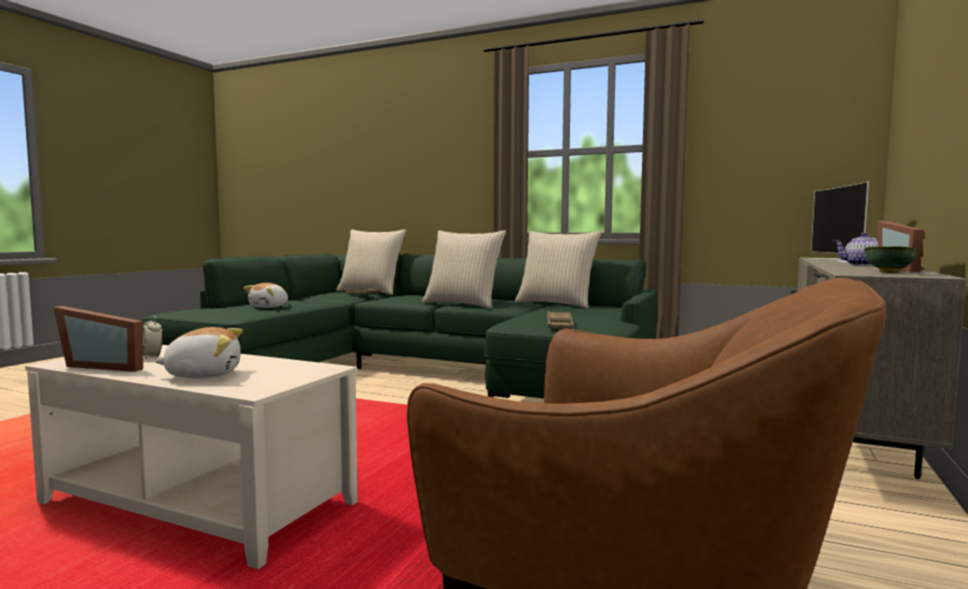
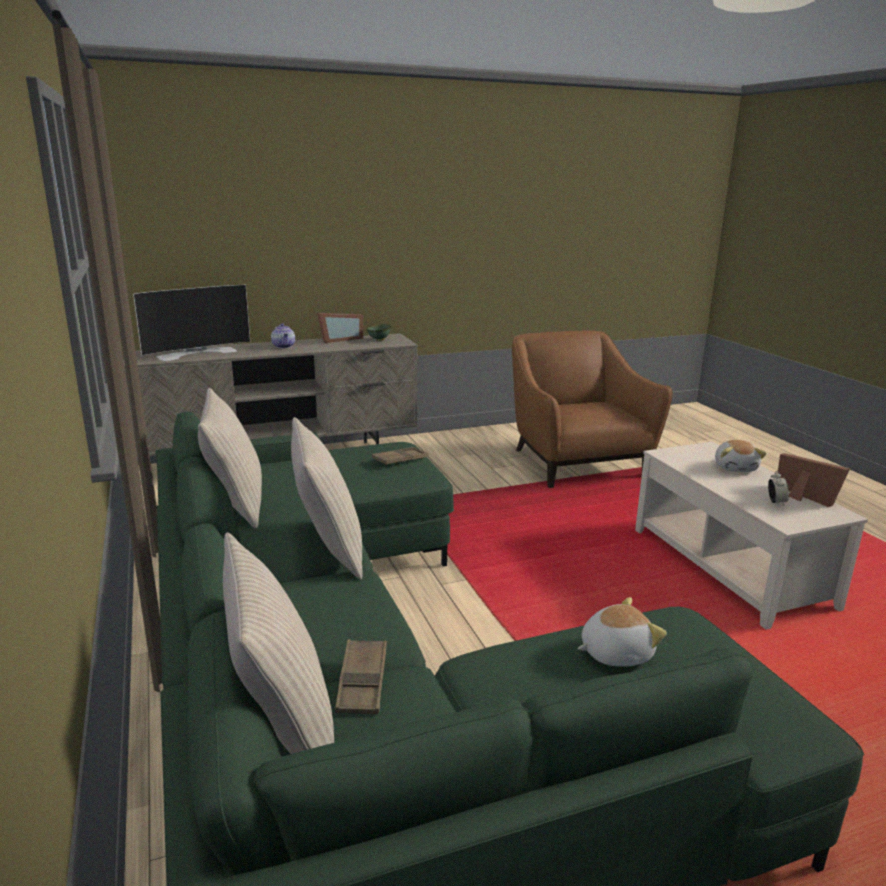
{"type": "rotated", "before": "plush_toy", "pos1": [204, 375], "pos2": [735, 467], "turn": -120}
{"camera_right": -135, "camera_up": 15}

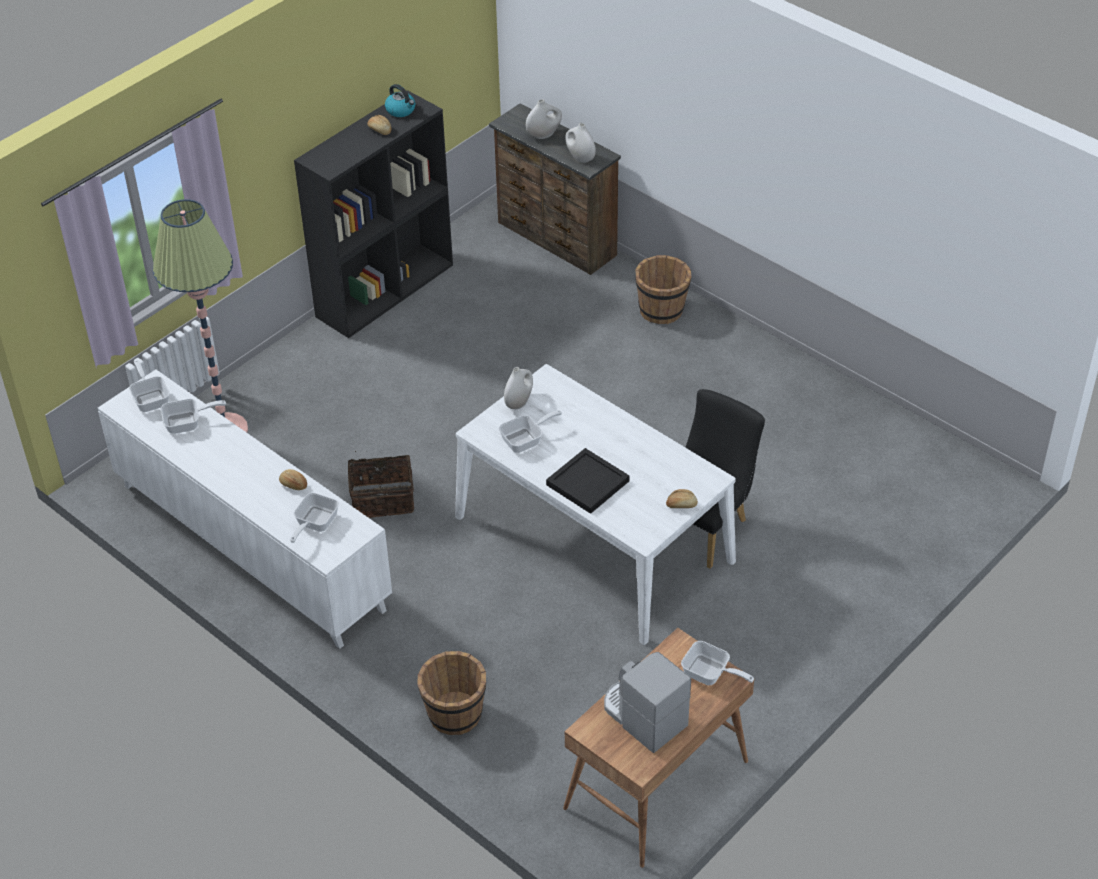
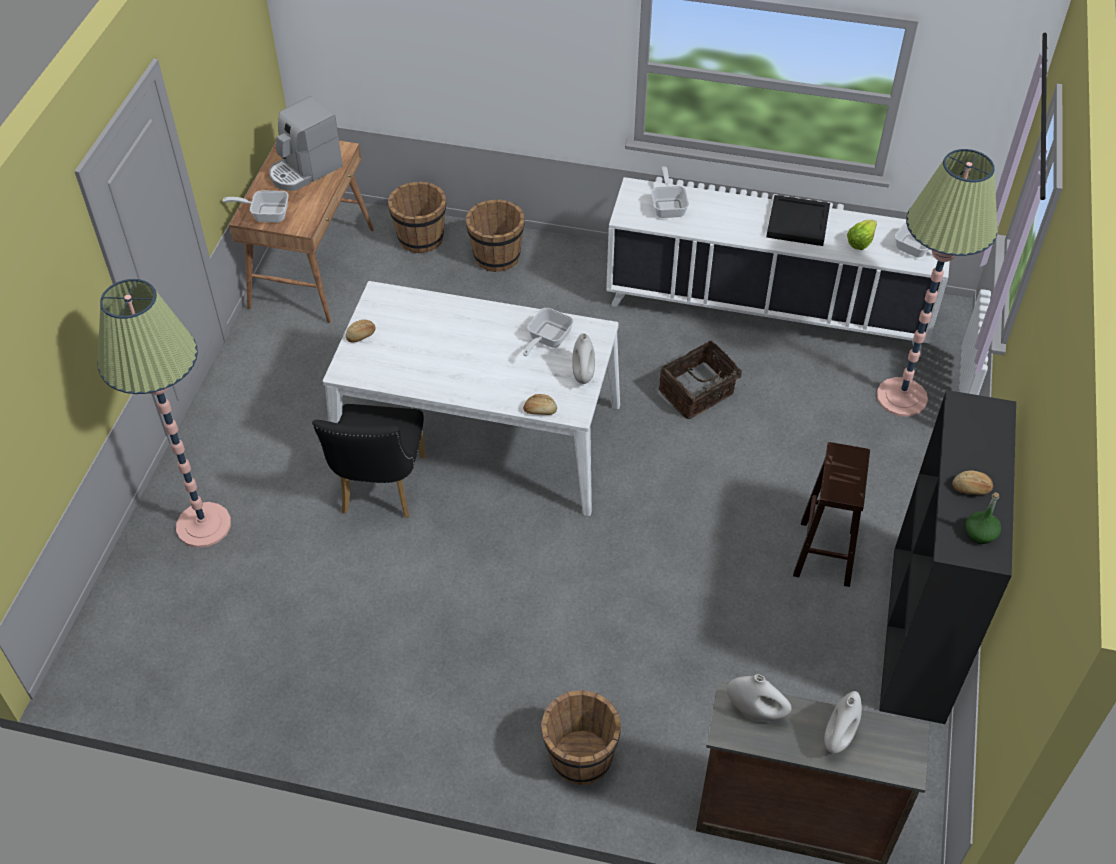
{"type": "new", "after": "floor_lamp", "pos2": [203, 525]}
{"type": "new", "after": "brown_bucket", "pos2": [420, 238]}
{"type": "new", "after": "brown_stool", "pos2": [824, 552]}
{"type": "shifted", "before": "bread", "pos1": [293, 485], "pos2": [540, 410]}
{"type": "shifted", "before": "black_tray", "pos1": [587, 483], "pos2": [797, 222]}
{"type": "swapped", "before": "frying_pan", "after": "lettuce", "pos1": [188, 423], "pos2": [860, 242]}
{"type": "swapped", "before": "kettle", "after": "green_bottle", "pos1": [401, 110], "pos2": [980, 534]}
{"type": "rotated", "before": "coffee_machine", "pos1": [643, 716], "pos2": [305, 170], "turn": 120}
{"camera_right": 150, "camera_up": 5}

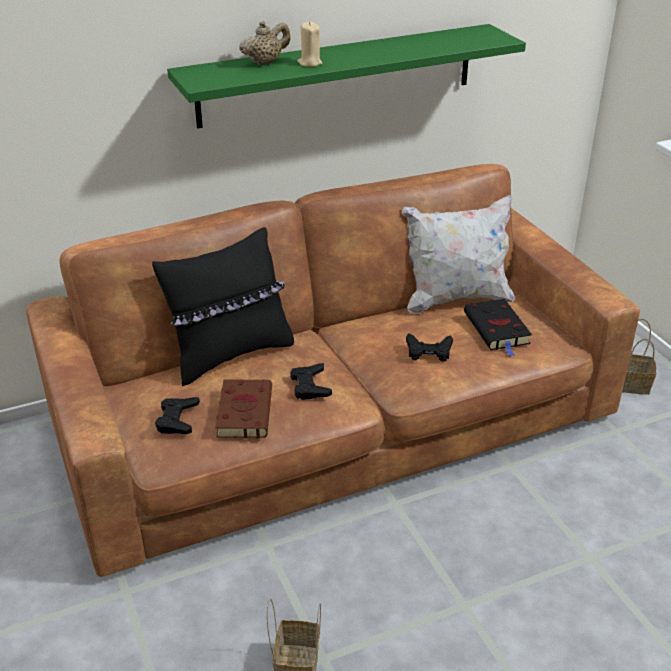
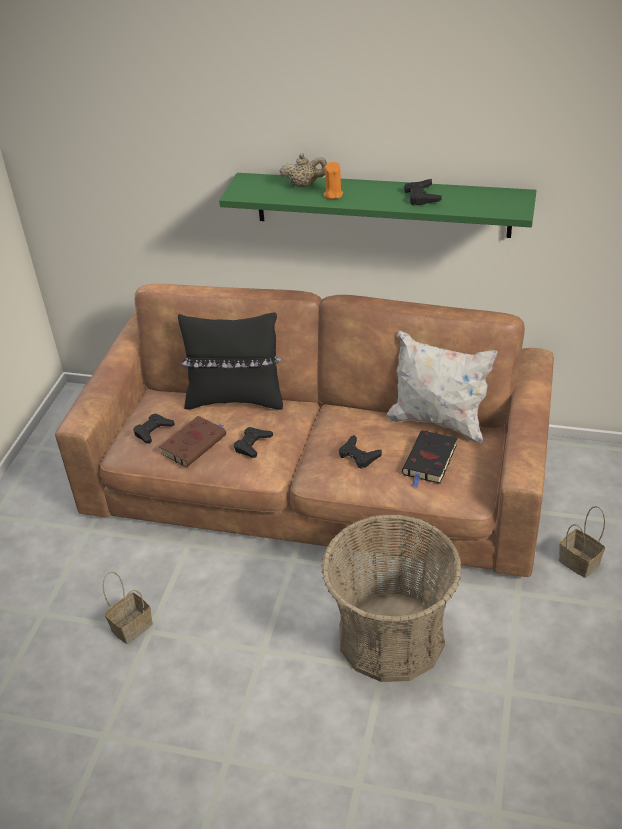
{"type": "new", "after": "basket", "pos2": [391, 637]}
{"type": "new", "after": "black_game_controller", "pos2": [421, 196]}
{"type": "repainted", "before": "beige_candle", "after": "orange_candle", "pos1": [310, 63], "pos2": [333, 194]}
{"camera_right": 40, "camera_up": 5}

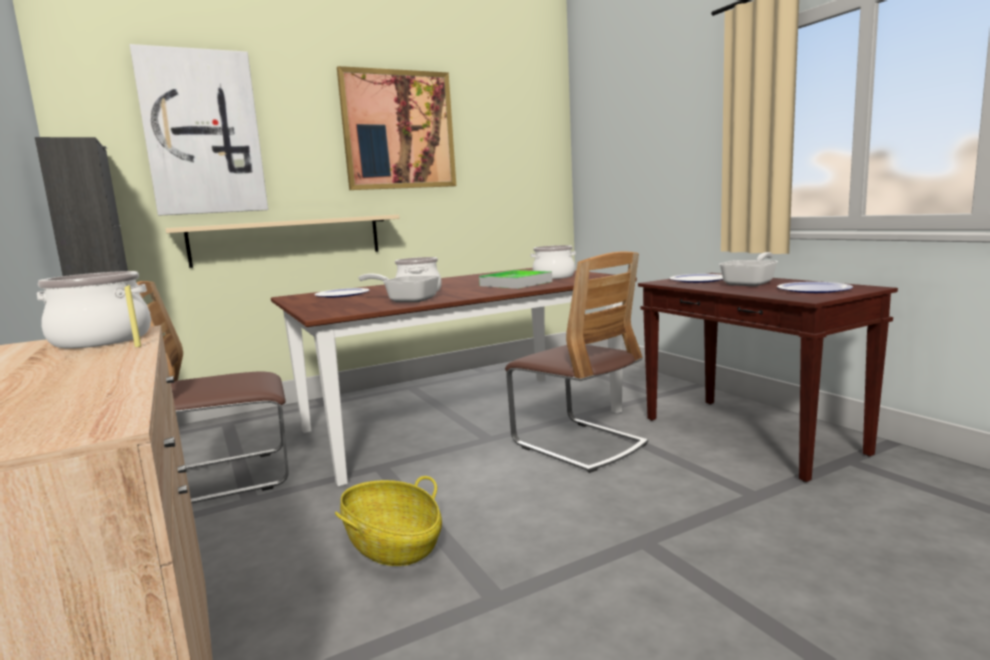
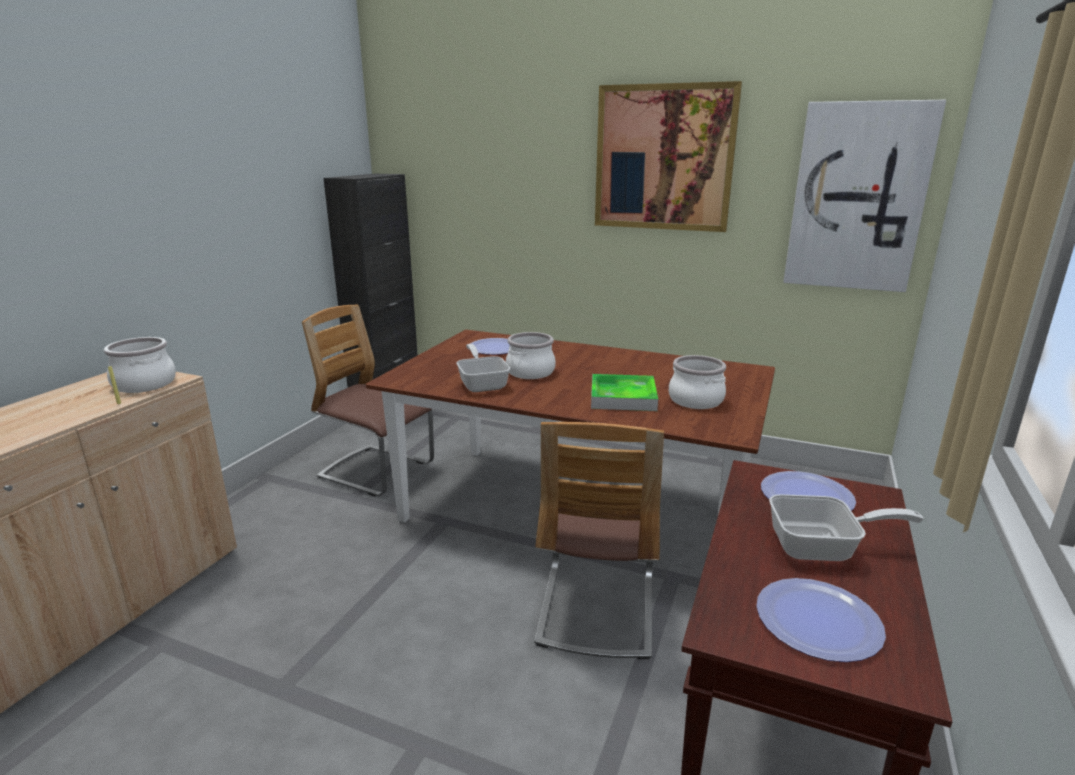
{"type": "gone", "before": "beige_shelf", "pos1": [287, 240]}
{"type": "gone", "before": "basket", "pos1": [393, 545]}
{"type": "shifted", "before": "picture", "pos1": [203, 133], "pos2": [857, 198]}
{"camera_right": 50, "camera_up": 10}

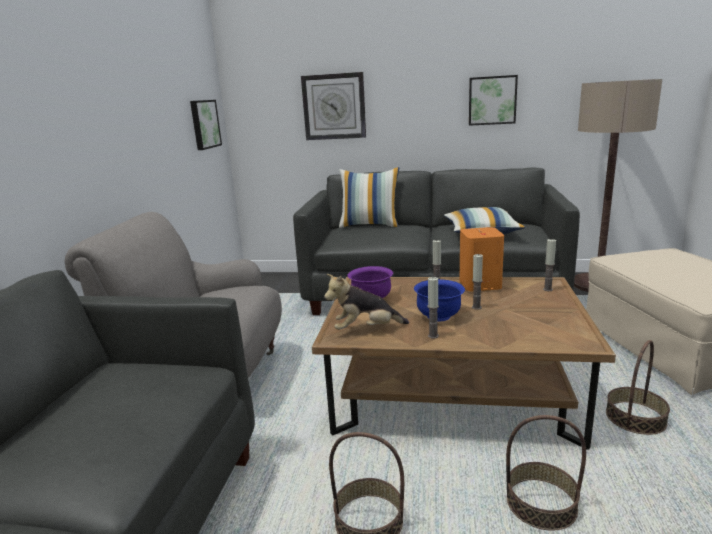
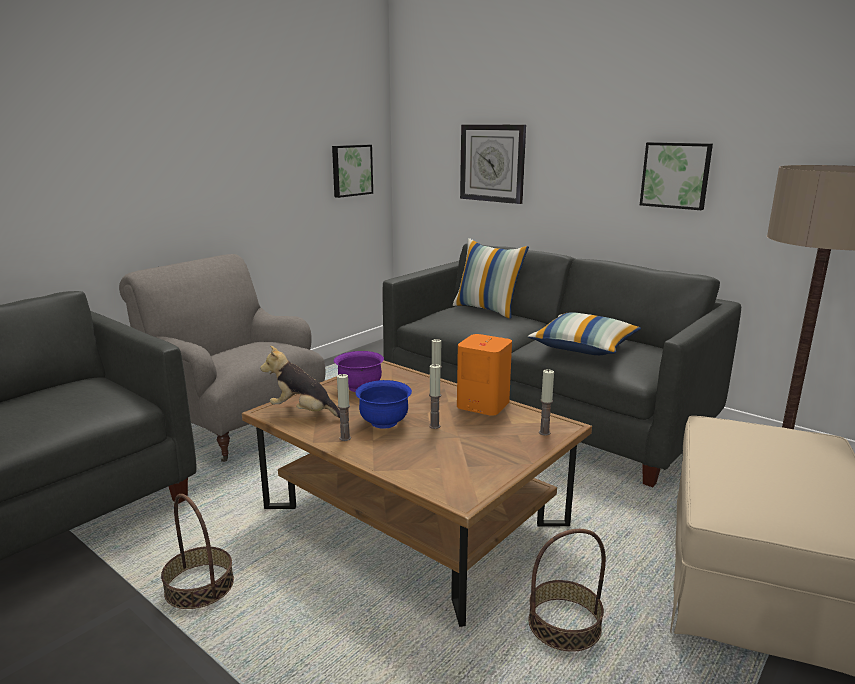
{"type": "gone", "before": "basket", "pos1": [541, 504]}
{"camera_right": 30, "camera_up": 0}

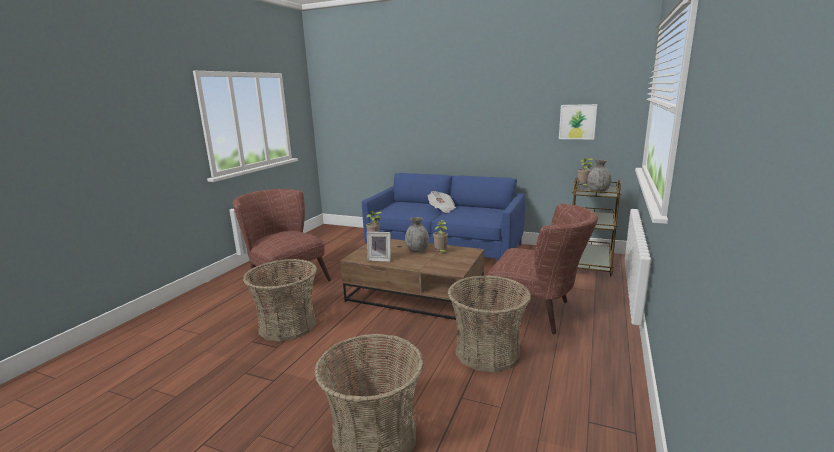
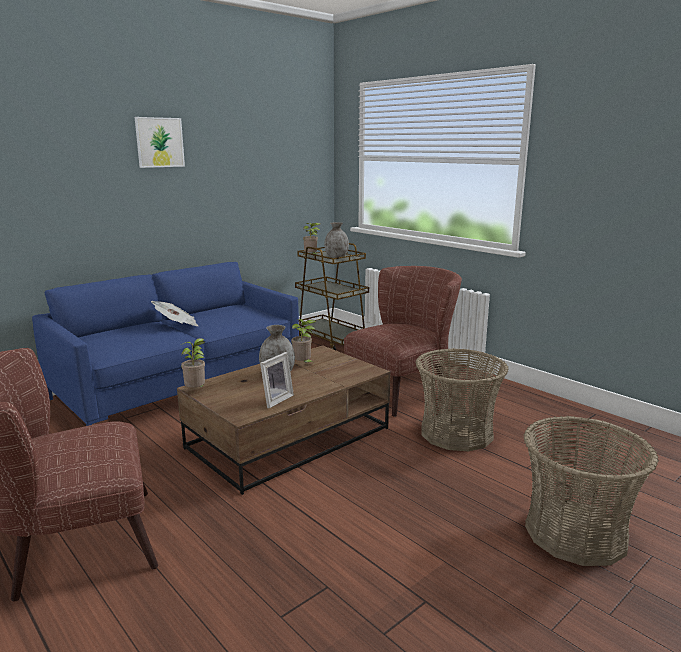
{"type": "gone", "before": "basket", "pos1": [288, 325]}
{"type": "shifted", "before": "picture", "pos1": [577, 122], "pos2": [159, 142]}
{"camera_right": -65, "camera_up": 0}

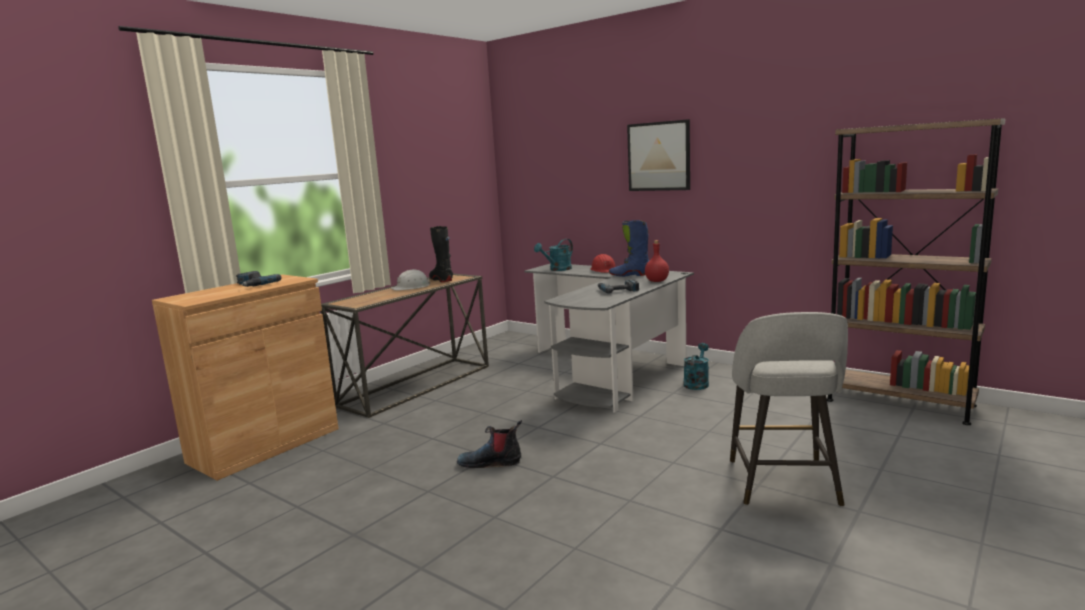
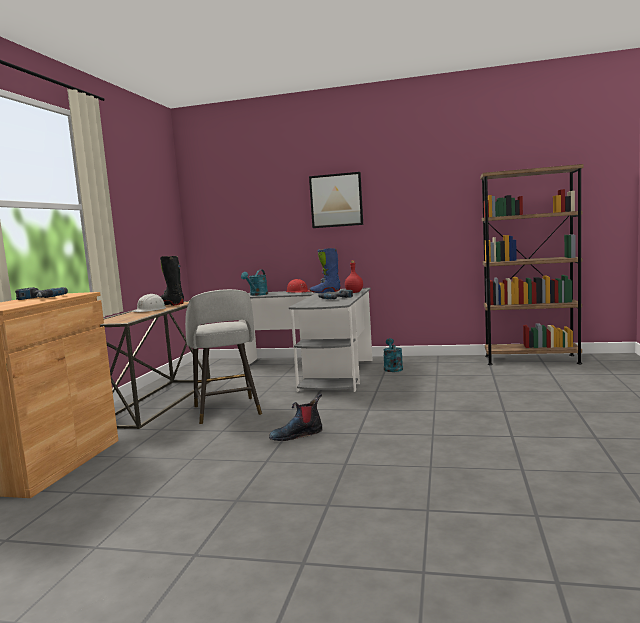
{"type": "shifted", "before": "grey_stool", "pos1": [783, 484], "pos2": [227, 411]}
{"camera_right": -25, "camera_up": -5}

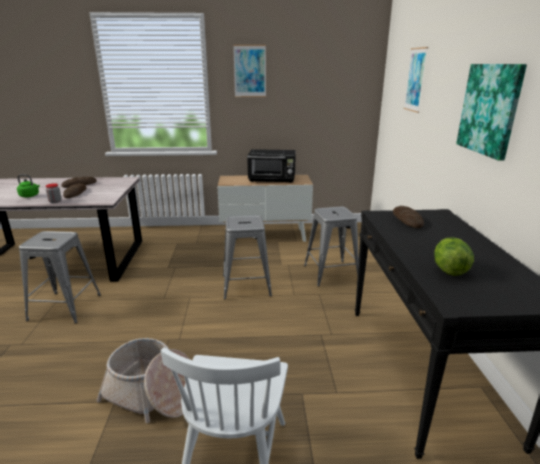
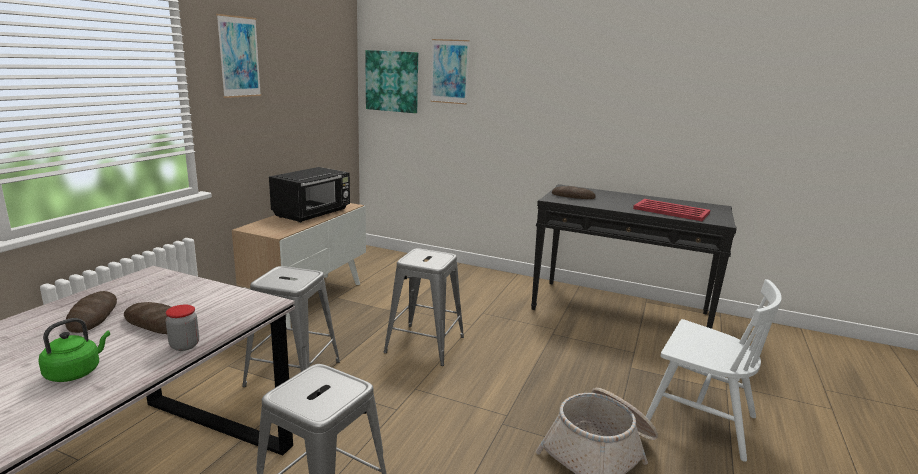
{"type": "shifted", "before": "grey_stool", "pos1": [330, 273], "pos2": [292, 373]}
{"type": "shifted", "before": "picture", "pos1": [490, 109], "pos2": [392, 81]}
{"type": "swapped", "before": "lettuce", "after": "red_tray", "pos1": [449, 270], "pos2": [672, 211]}
{"camera_right": -65, "camera_up": -5}

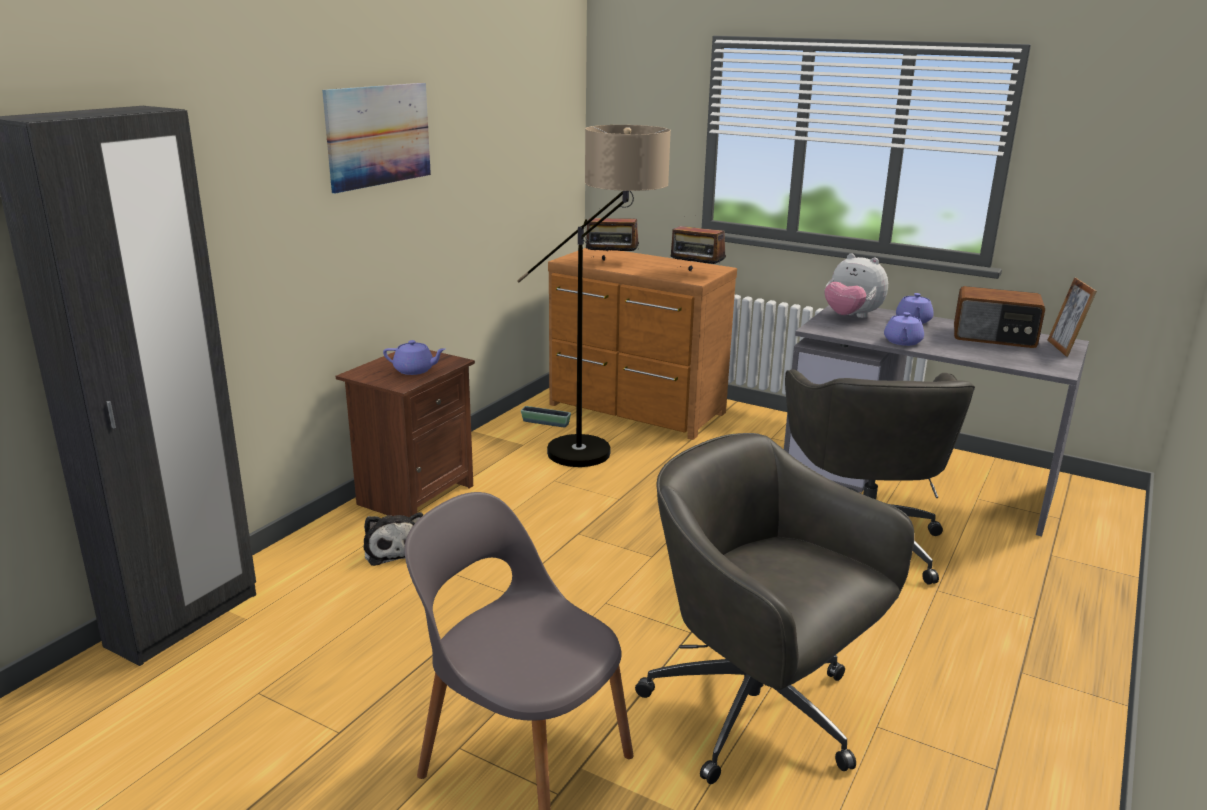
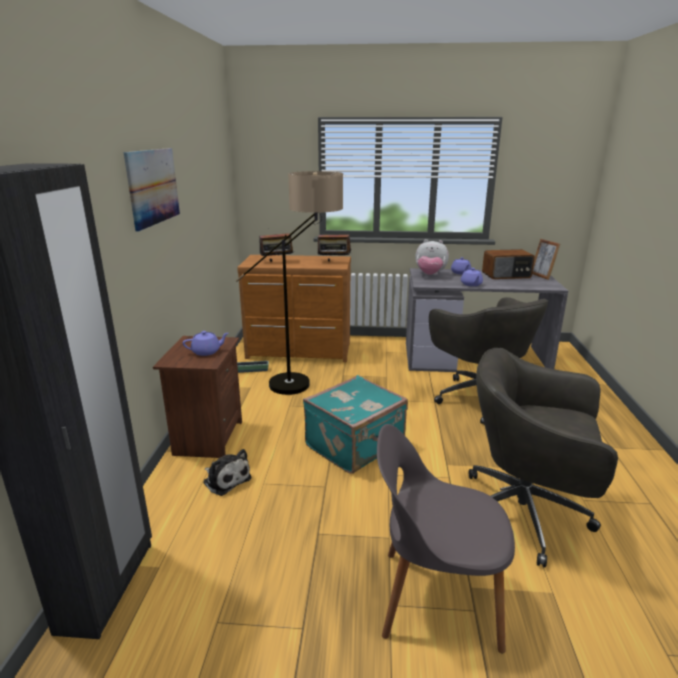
{"type": "new", "after": "turquoise_suitcase", "pos2": [356, 446]}
{"camera_right": -25, "camera_up": 0}

